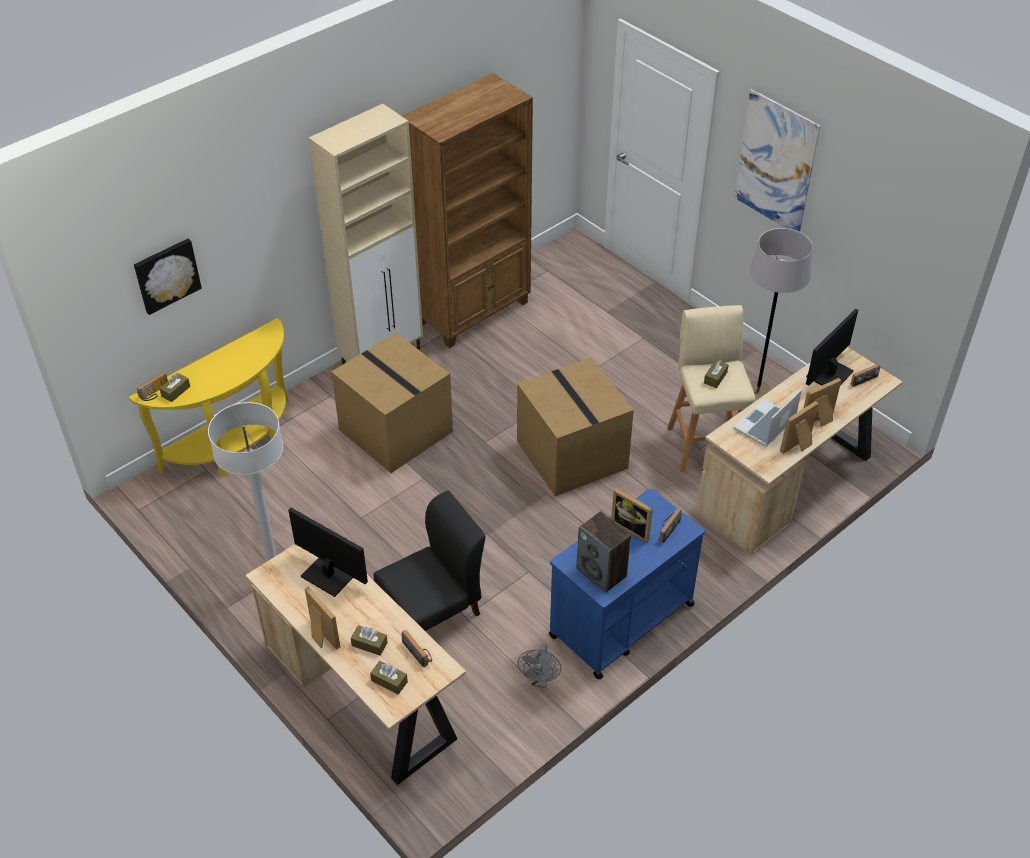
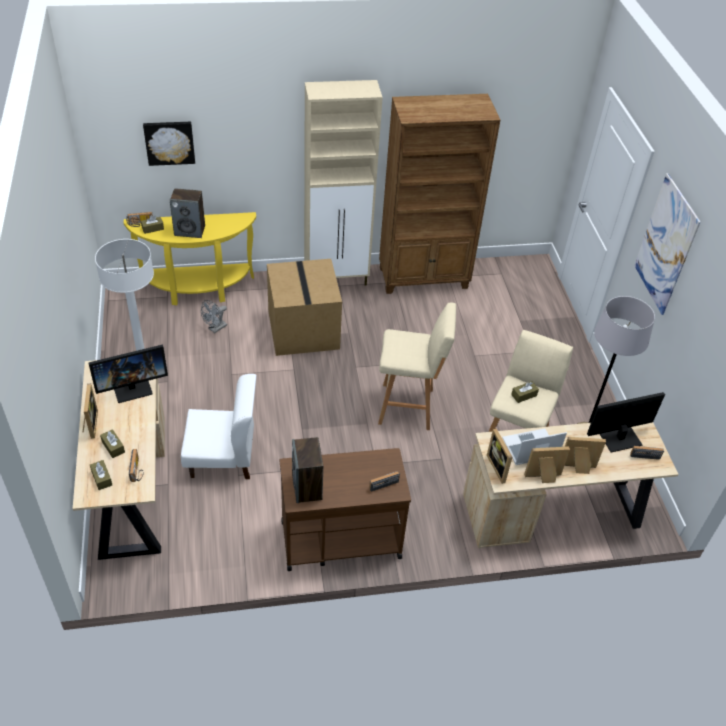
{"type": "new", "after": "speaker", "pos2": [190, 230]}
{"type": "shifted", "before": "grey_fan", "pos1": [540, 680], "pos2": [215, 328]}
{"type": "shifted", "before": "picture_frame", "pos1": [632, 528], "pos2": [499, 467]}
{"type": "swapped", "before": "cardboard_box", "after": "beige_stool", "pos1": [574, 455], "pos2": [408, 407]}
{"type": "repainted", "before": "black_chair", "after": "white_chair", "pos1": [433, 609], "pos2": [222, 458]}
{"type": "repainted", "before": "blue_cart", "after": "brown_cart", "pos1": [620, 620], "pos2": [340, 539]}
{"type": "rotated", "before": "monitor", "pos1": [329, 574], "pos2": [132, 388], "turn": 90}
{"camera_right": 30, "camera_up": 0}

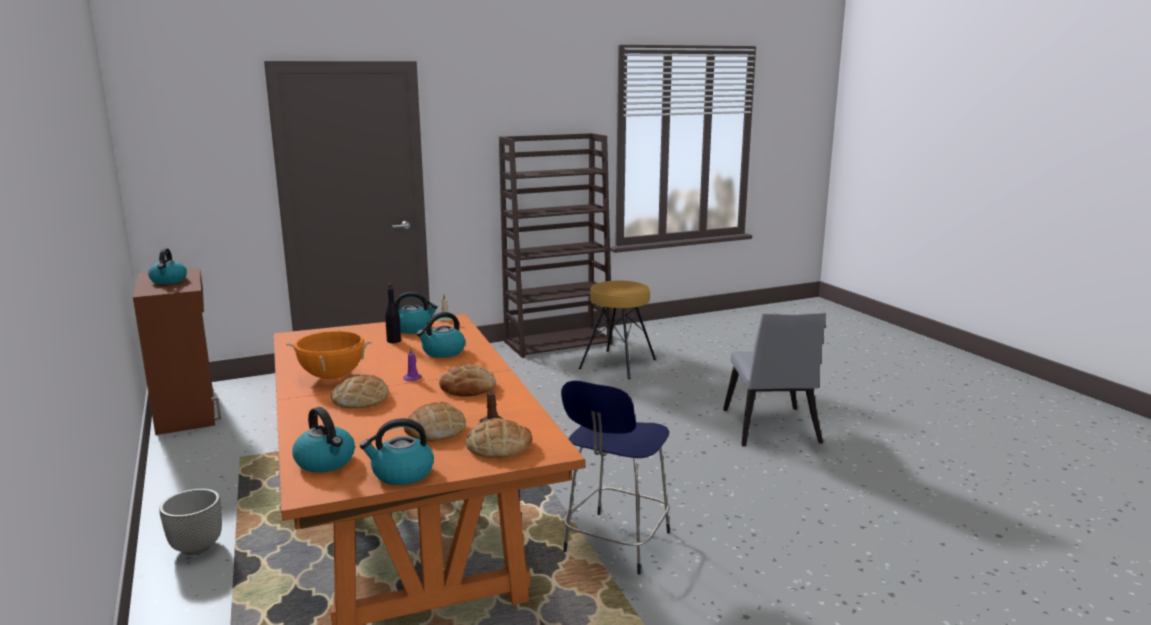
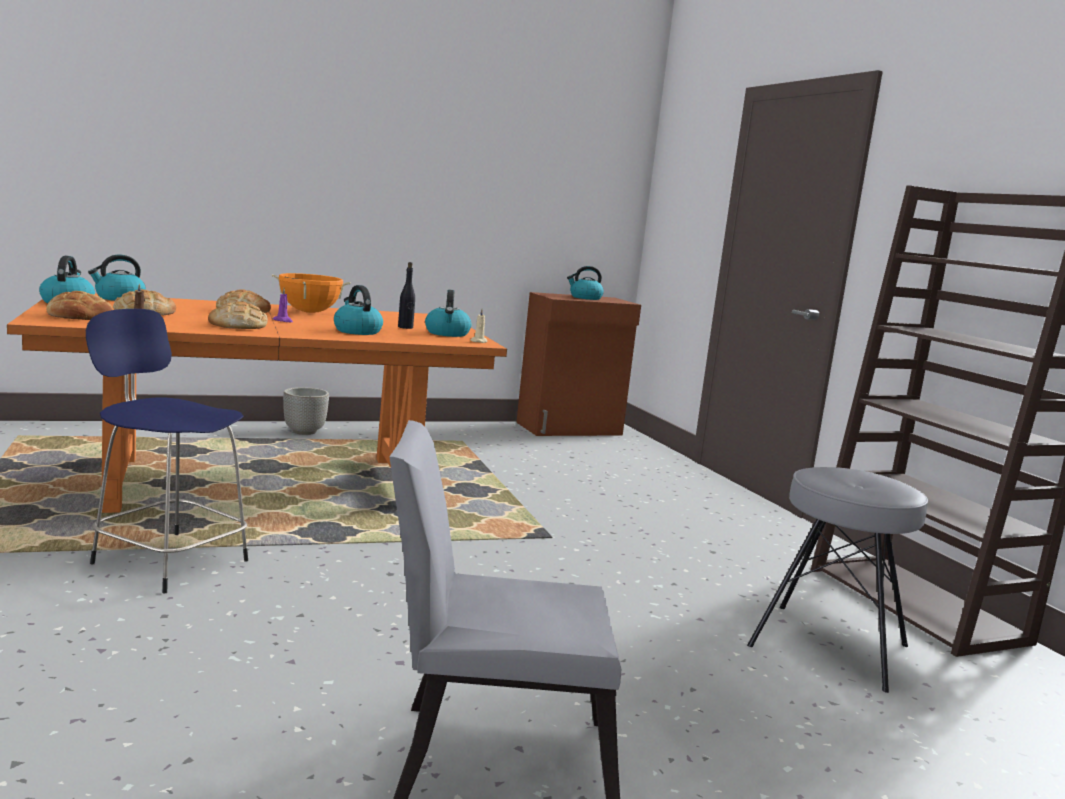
{"type": "repainted", "before": "brown_stool", "after": "grey_stool", "pos1": [618, 364], "pos2": [829, 646]}
{"camera_right": 90, "camera_up": -5}

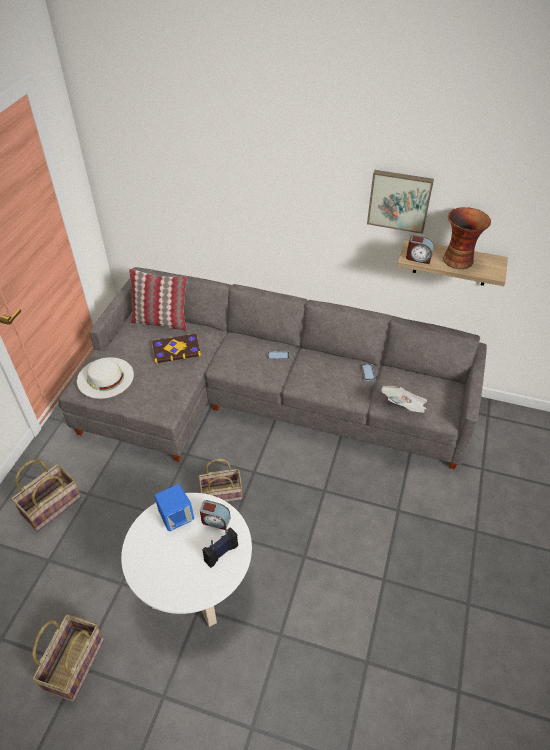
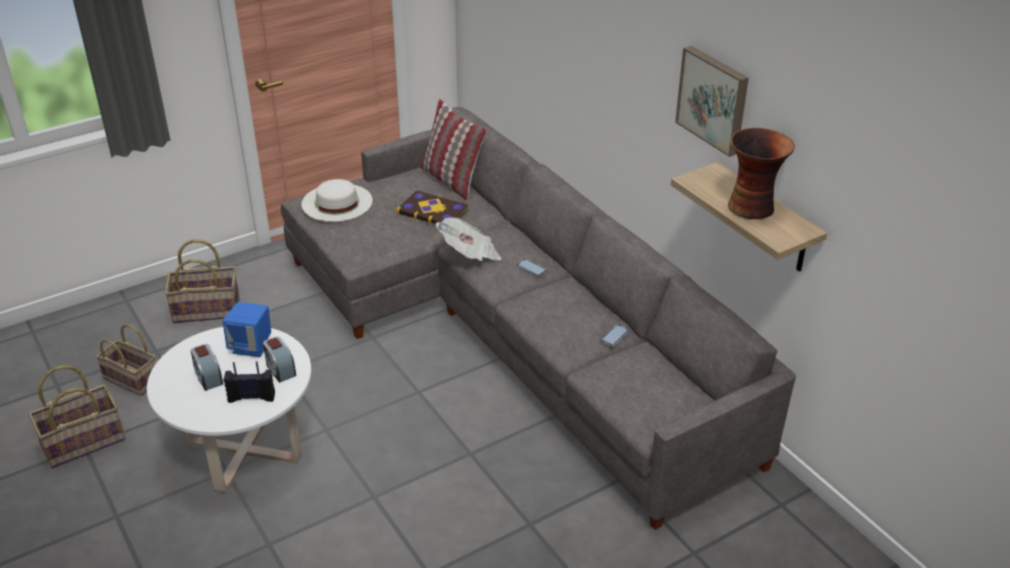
{"type": "shifted", "before": "basket", "pos1": [222, 493], "pos2": [134, 379]}
{"type": "shifted", "before": "newspaper", "pos1": [404, 407], "pos2": [469, 254]}
{"type": "shifted", "before": "alarm_clock", "pos1": [418, 258], "pos2": [208, 377]}
{"camera_right": 40, "camera_up": -10}

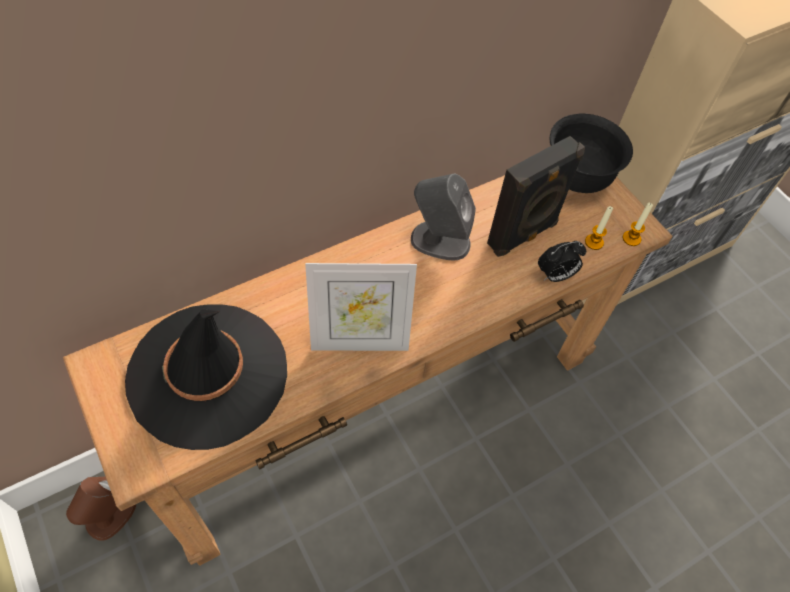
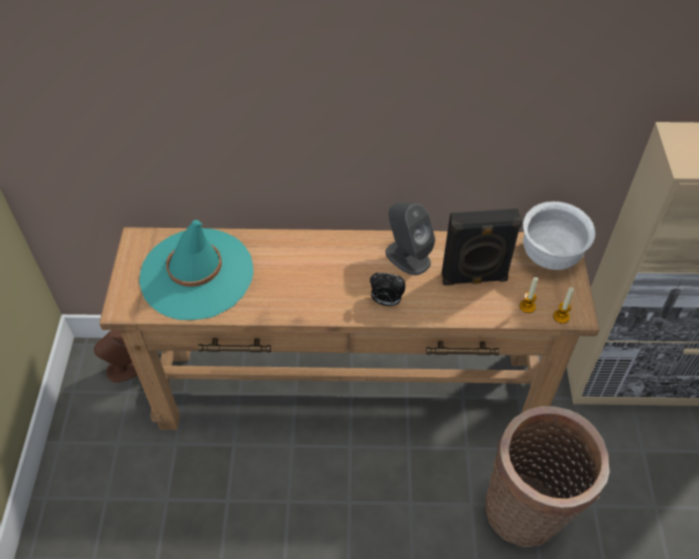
{"type": "gone", "before": "picture_frame", "pos1": [359, 341]}
{"type": "new", "after": "basket", "pos2": [527, 513]}
{"type": "shifted", "before": "alarm_clock", "pos1": [555, 276], "pos2": [386, 301]}
{"type": "repainted", "before": "black_hat", "after": "turquoise_hat", "pos1": [208, 375], "pos2": [197, 274]}
{"type": "repainted", "before": "black_bowl", "after": "white_bowl", "pos1": [576, 178], "pos2": [550, 256]}
{"camera_right": 35, "camera_up": -5}

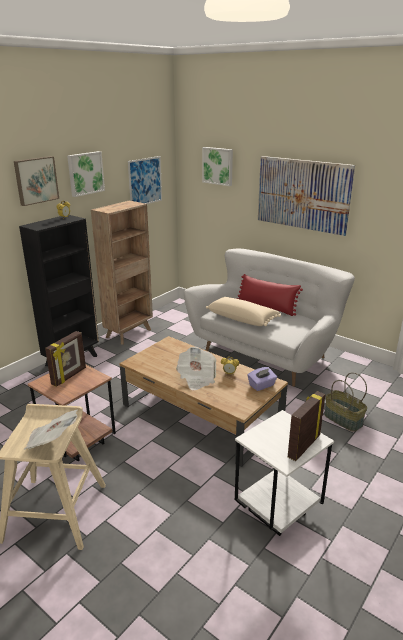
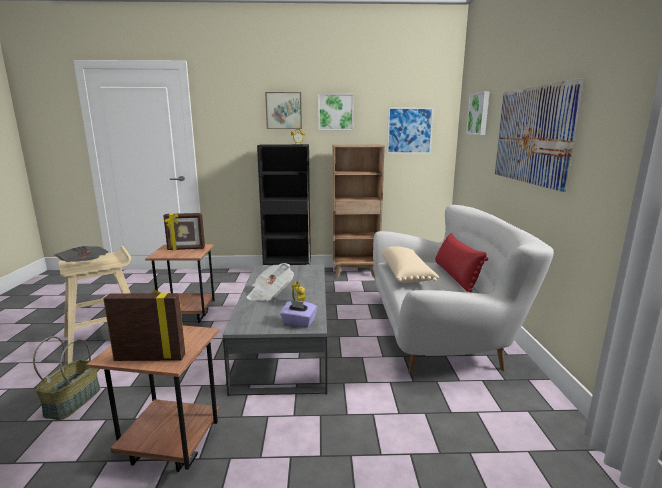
{"type": "shifted", "before": "basket", "pos1": [342, 420], "pos2": [72, 401]}
{"type": "repainted", "before": "brown_coffee_table", "after": "grey_coffee_table", "pos1": [201, 415], "pos2": [285, 344]}
{"type": "repainted", "before": "white_side_table", "after": "brown_side_table", "pos1": [278, 513], "pos2": [170, 449]}
{"camera_right": 50, "camera_up": -10}

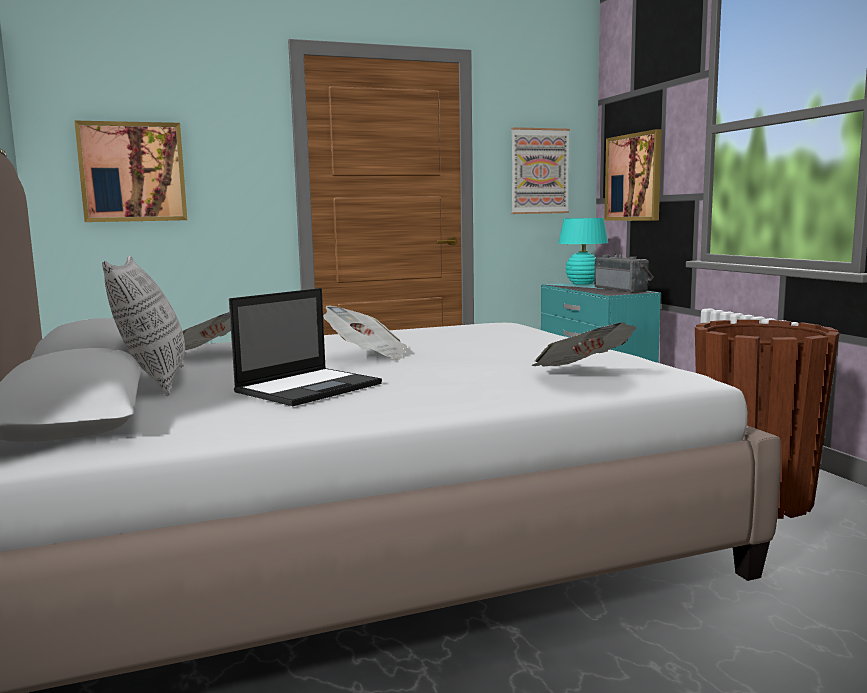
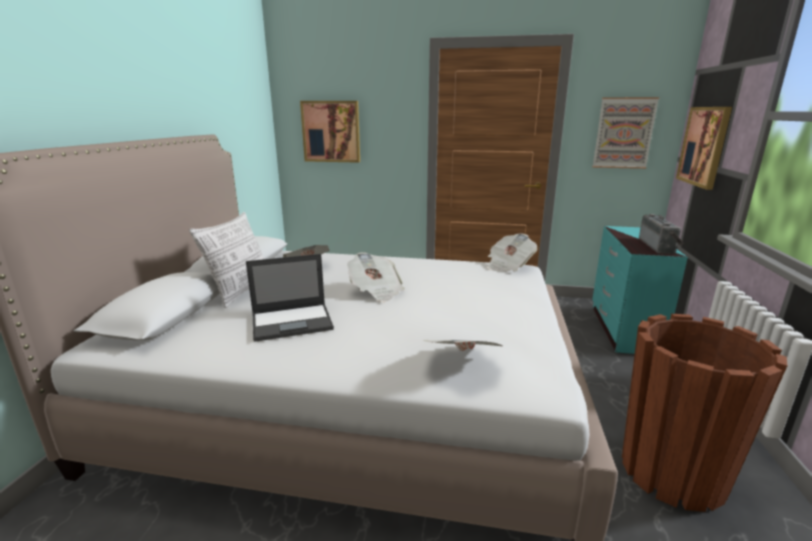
{"type": "gone", "before": "turquoise_table_lamp", "pos1": [582, 283]}
{"type": "new", "after": "newspaper", "pos2": [508, 265]}
{"camera_right": 30, "camera_up": 10}

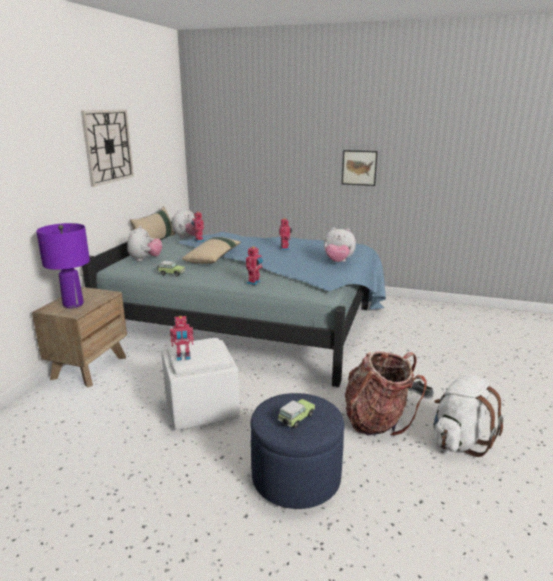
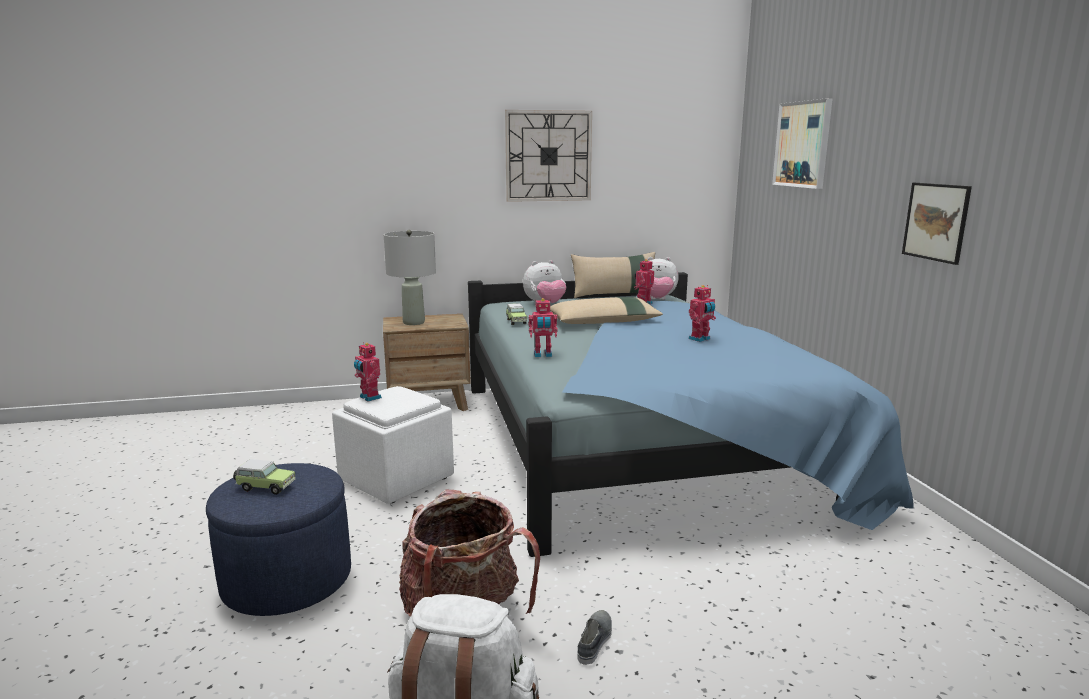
{"type": "gone", "before": "plush_toy", "pos1": [338, 262]}
{"type": "new", "after": "picture", "pos2": [802, 144]}
{"type": "repainted", "before": "purple_table_lamp", "after": "grey_table_lamp", "pos1": [73, 304], "pos2": [414, 322]}
{"camera_right": 60, "camera_up": -5}

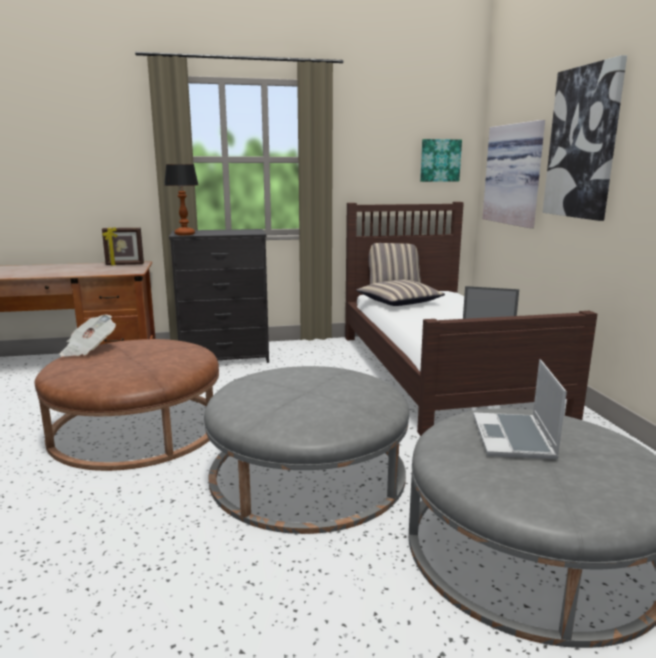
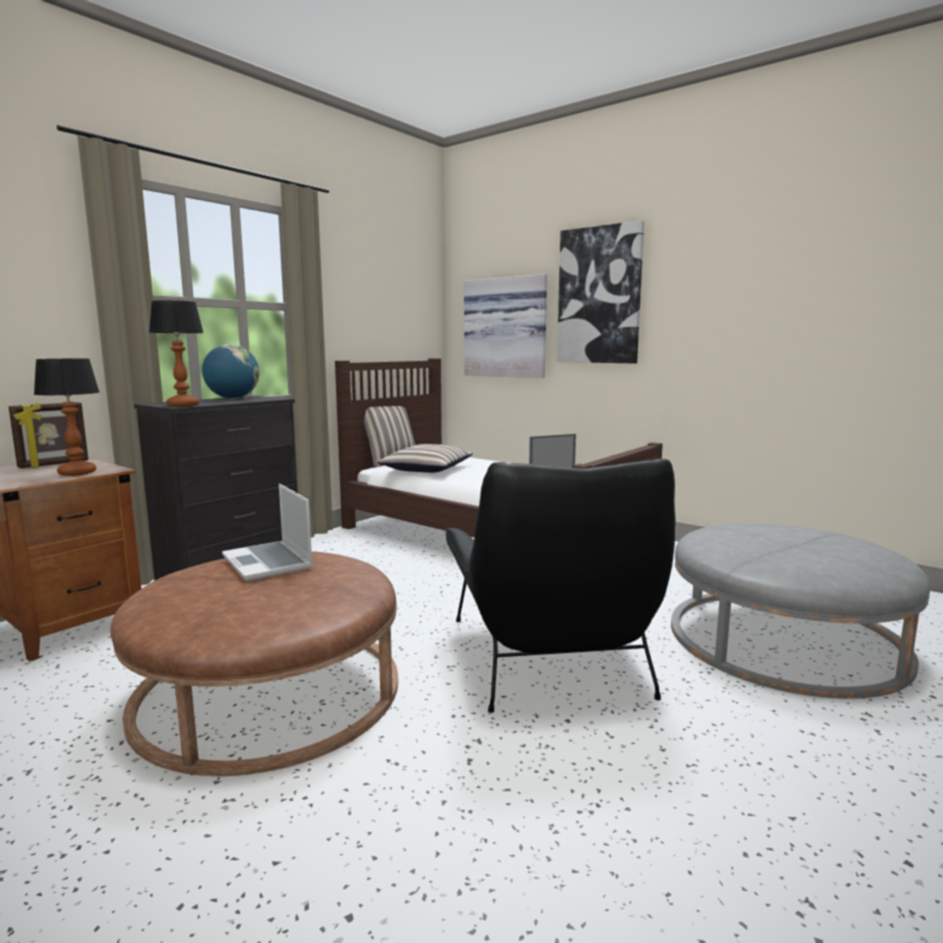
{"type": "gone", "before": "newspaper", "pos1": [89, 350]}
{"type": "gone", "before": "picture", "pos1": [440, 160]}
{"type": "new", "after": "table_lamp", "pos2": [78, 473]}
{"type": "new", "after": "globe", "pos2": [233, 398]}
{"type": "shifted", "before": "laptop", "pos1": [514, 438], "pos2": [269, 562]}
{"type": "swapped", "before": "grey_ottoman", "after": "black_armchair", "pos1": [307, 472], "pos2": [550, 655]}
{"camera_right": -40, "camera_up": -5}

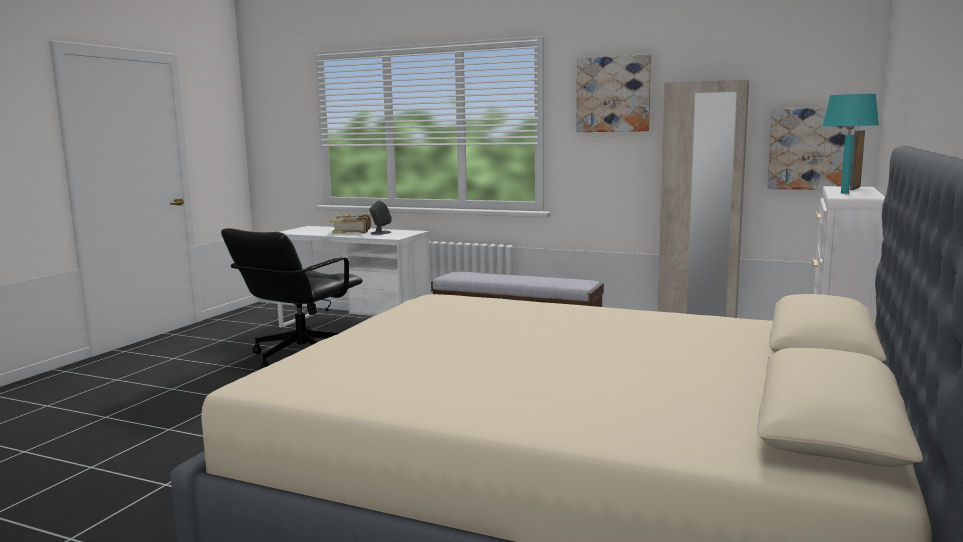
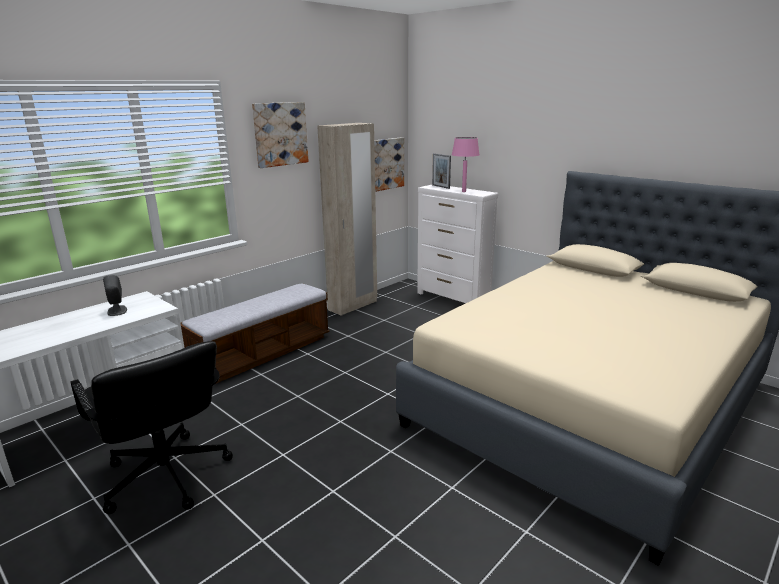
{"type": "gone", "before": "book", "pos1": [351, 231]}
{"type": "repainted", "before": "turquoise_table_lamp", "after": "pink_table_lamp", "pos1": [845, 193], "pos2": [464, 191]}
{"camera_right": -70, "camera_up": 10}

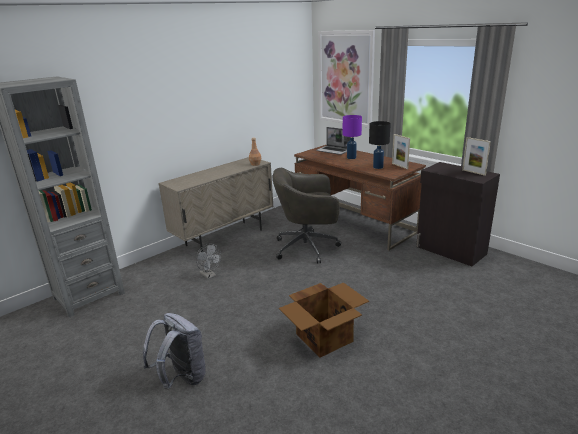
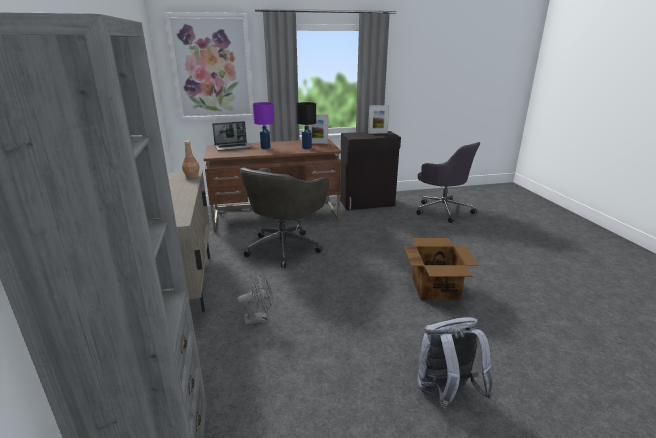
{"type": "new", "after": "grey_office_chair", "pos2": [442, 210]}
{"camera_right": -60, "camera_up": 0}

